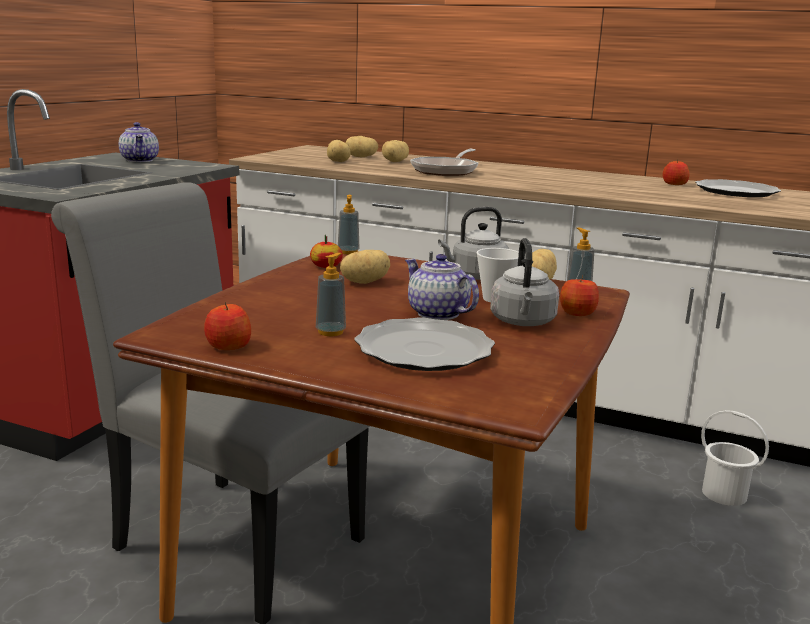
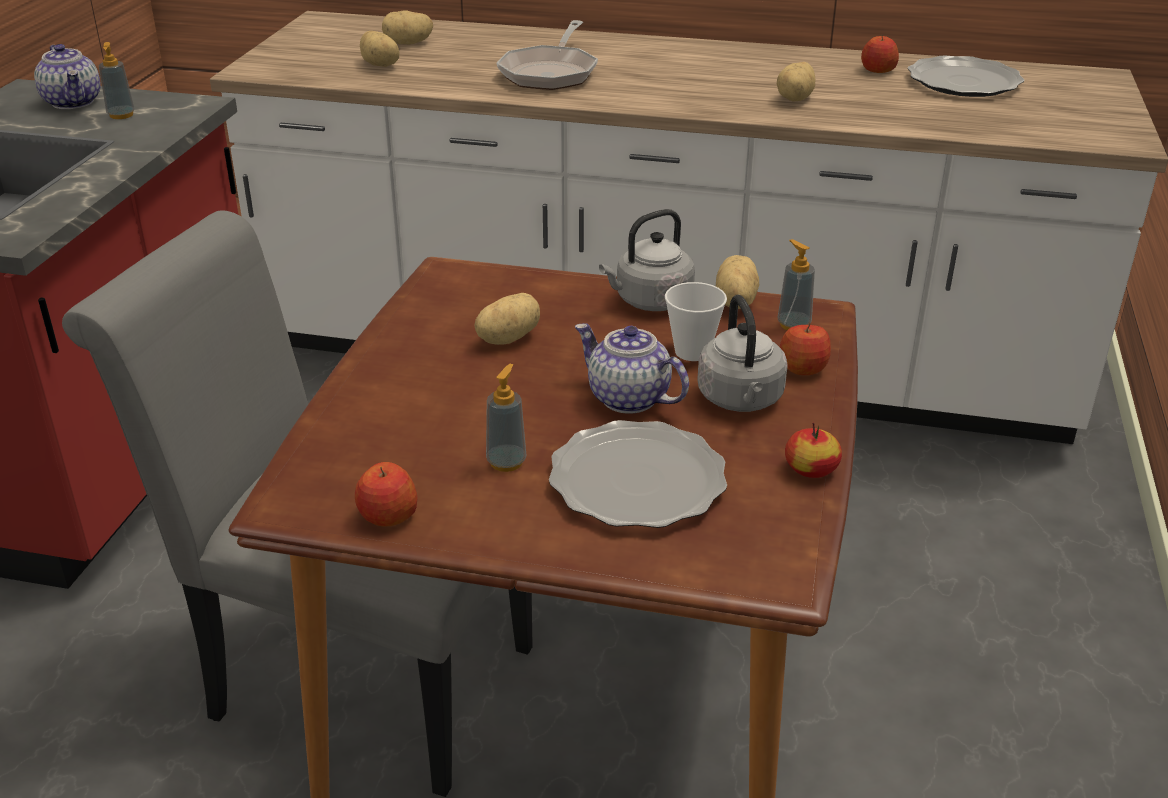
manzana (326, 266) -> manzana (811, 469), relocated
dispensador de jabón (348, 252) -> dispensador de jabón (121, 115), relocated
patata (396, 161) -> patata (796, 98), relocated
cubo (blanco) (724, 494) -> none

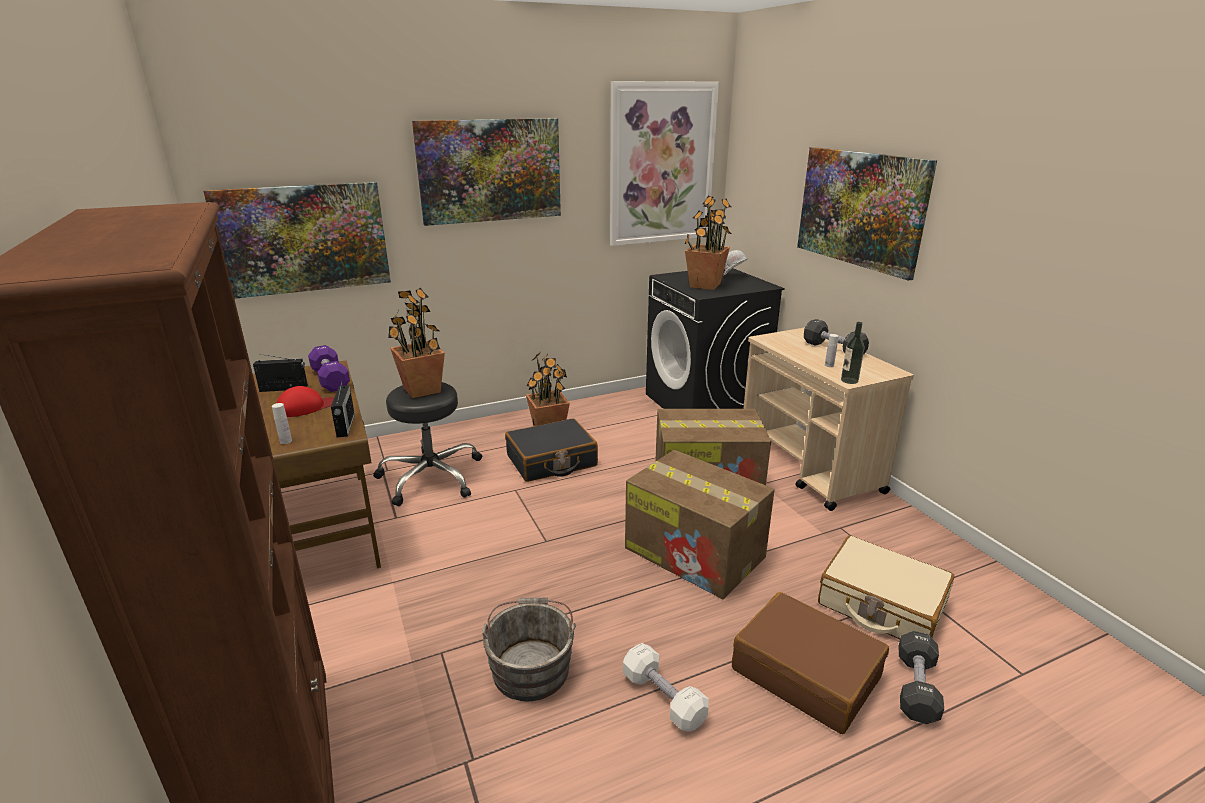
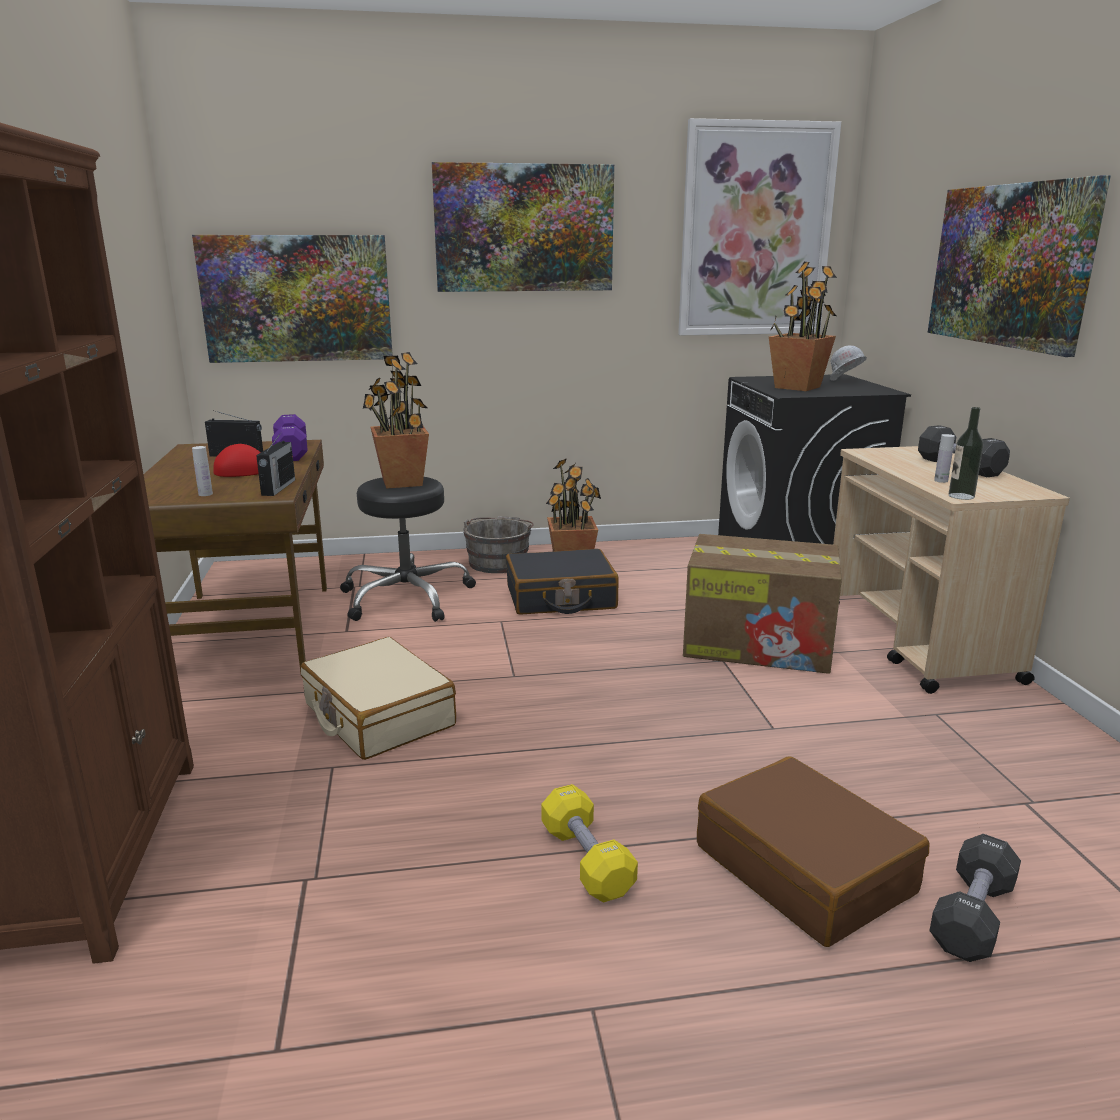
cubo (gris) (531, 666) -> cubo (gris) (499, 562), relocated
mancuerna (blanco) (663, 698) -> mancuerna (amarillo) (586, 860)
caja de cartón (696, 553) -> none
maleta (beis) (881, 604) -> maleta (beis) (378, 715), relocated

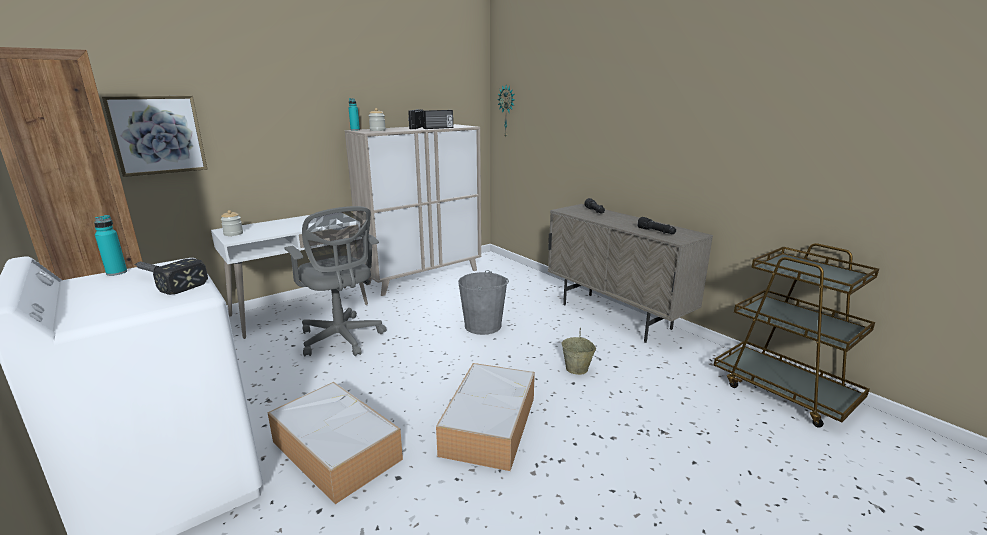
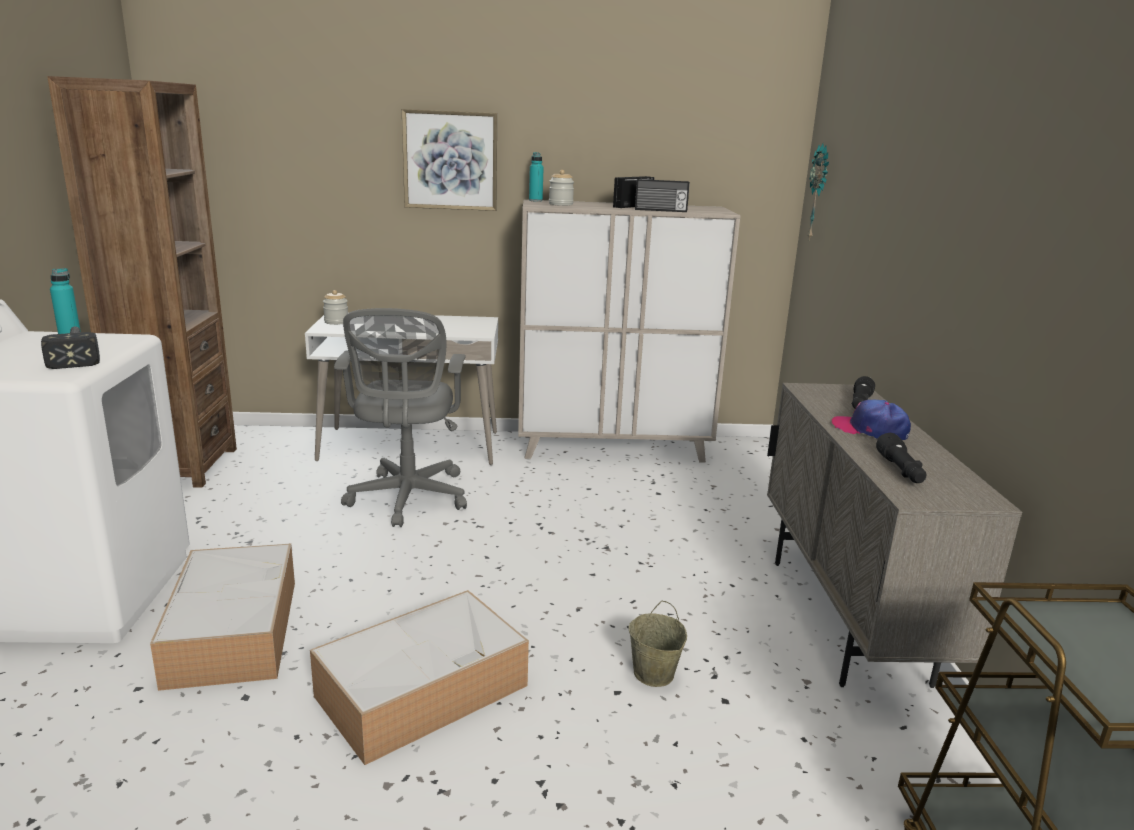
cuadro (157, 135) -> cuadro (450, 160), relocated
cubo (gris) (483, 326) -> none
none -> gorra (870, 430)

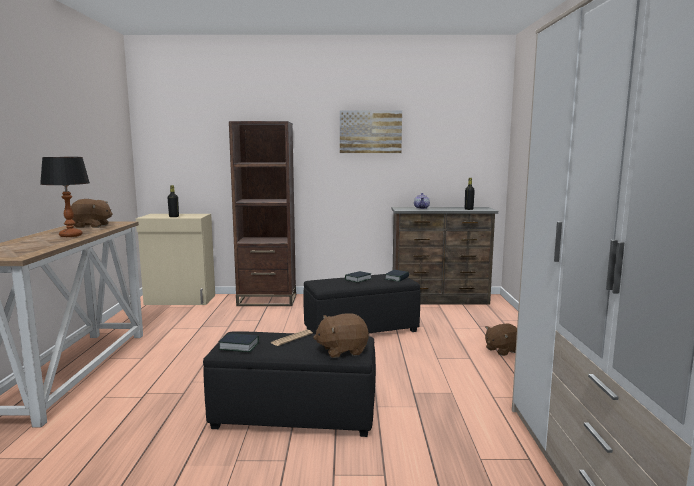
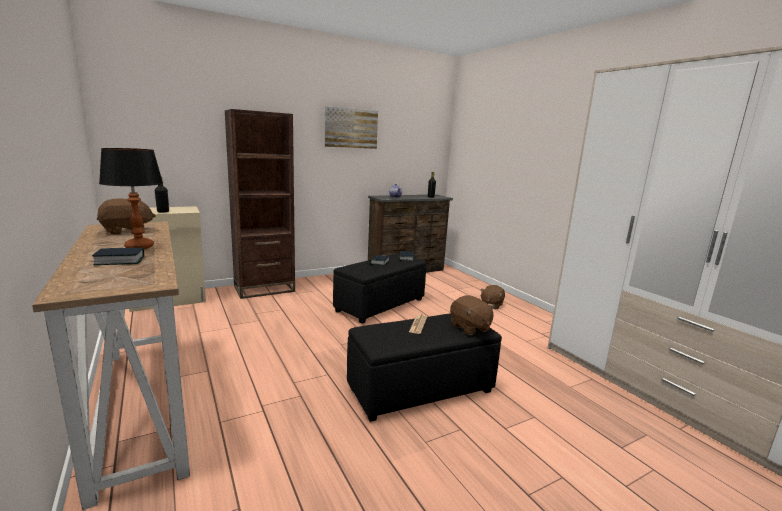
libro (239, 346) -> libro (120, 261), relocated
peluche (marrón) (342, 350) -> peluche (marrón) (470, 328), 75 degrees counterclockwise

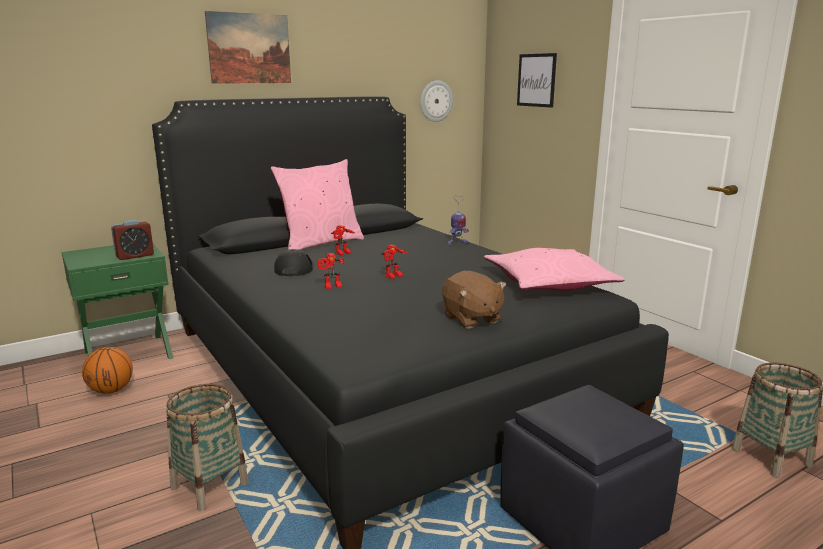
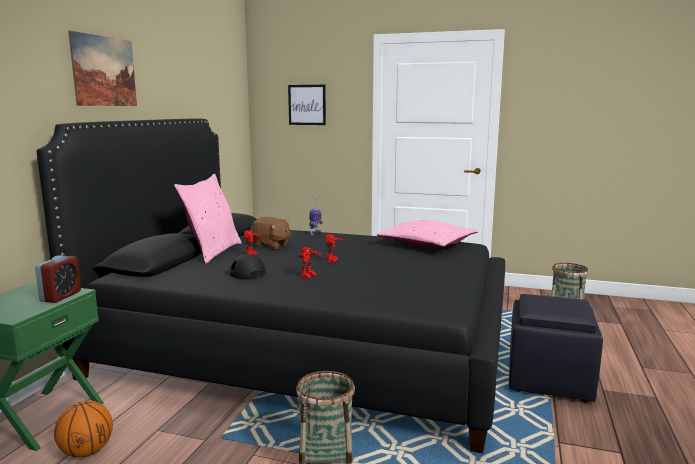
reloj de pared (436, 101) -> none
peluche (marrón) (471, 319) -> peluche (marrón) (271, 245), relocated

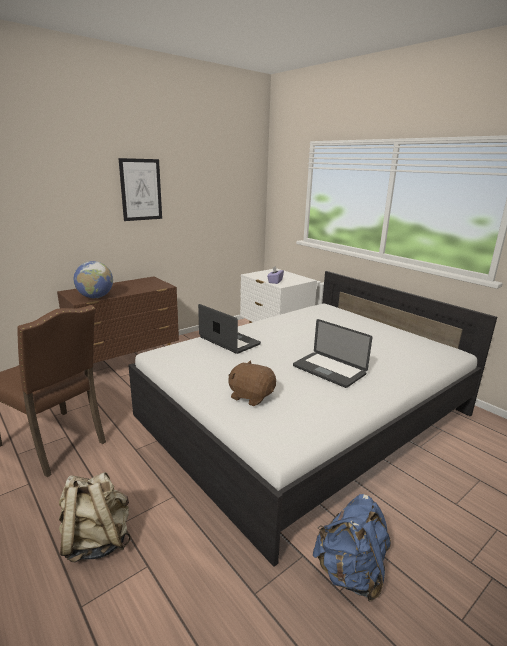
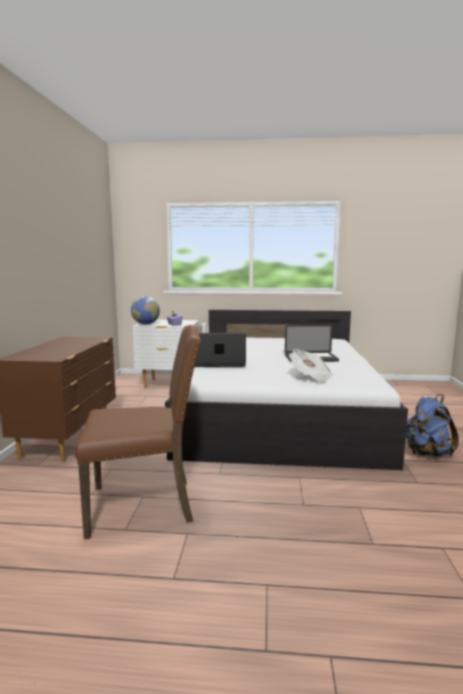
mochila (beis) (97, 540) -> none
globo terráqueo (95, 297) -> globo terráqueo (145, 324), relocated
cuadro (141, 190) -> none
peluche (marrón) (251, 396) -> periódico (311, 377)

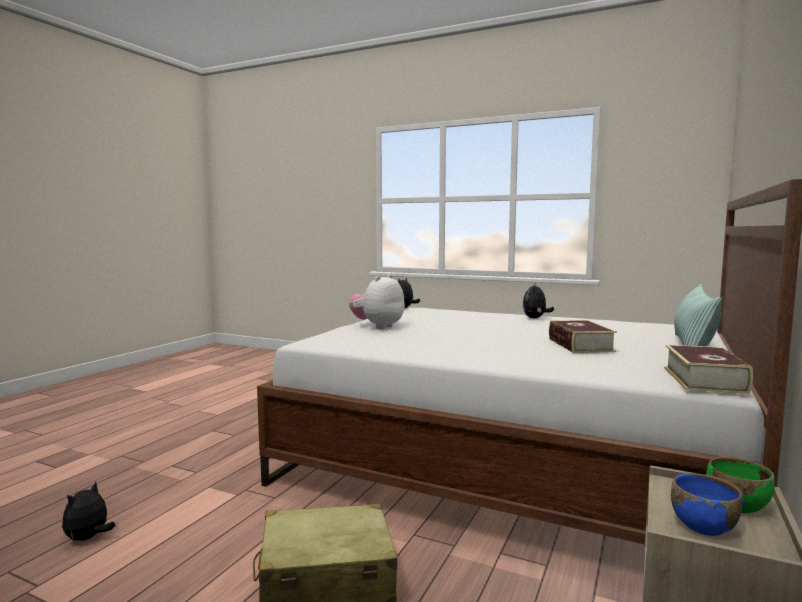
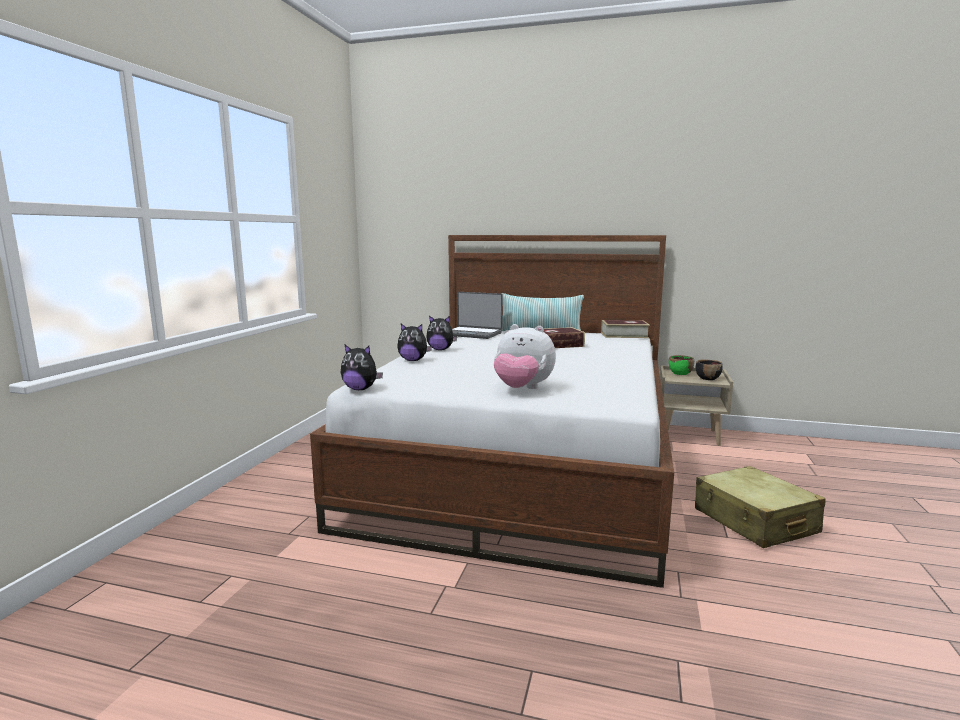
peluche (88, 538) -> peluche (413, 360), relocated
cuenco (azul) (703, 526) -> cuenco (negro) (707, 378)
none -> portátil (473, 334)

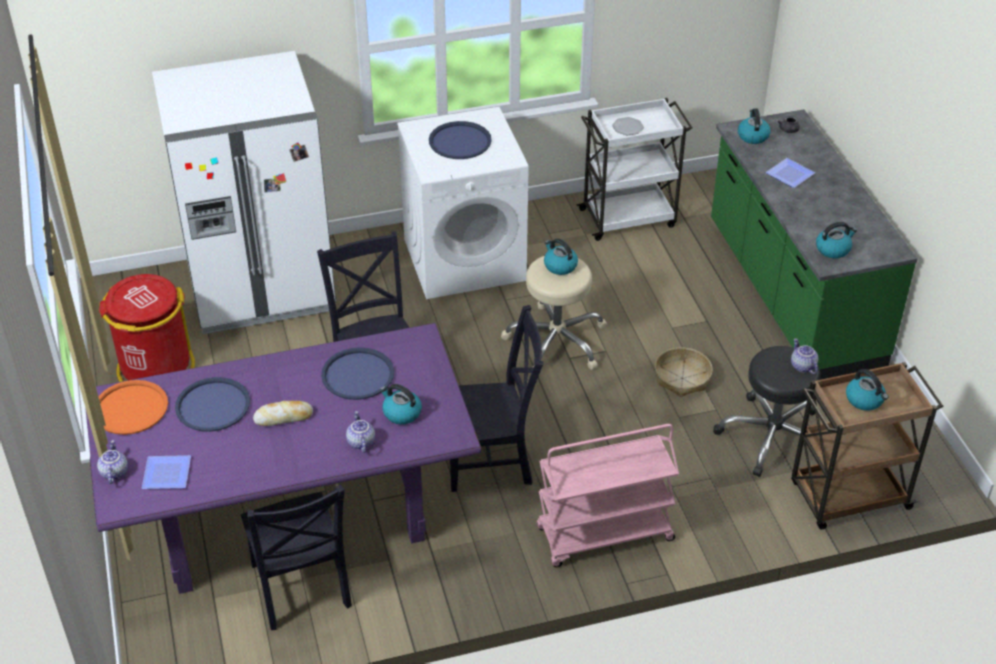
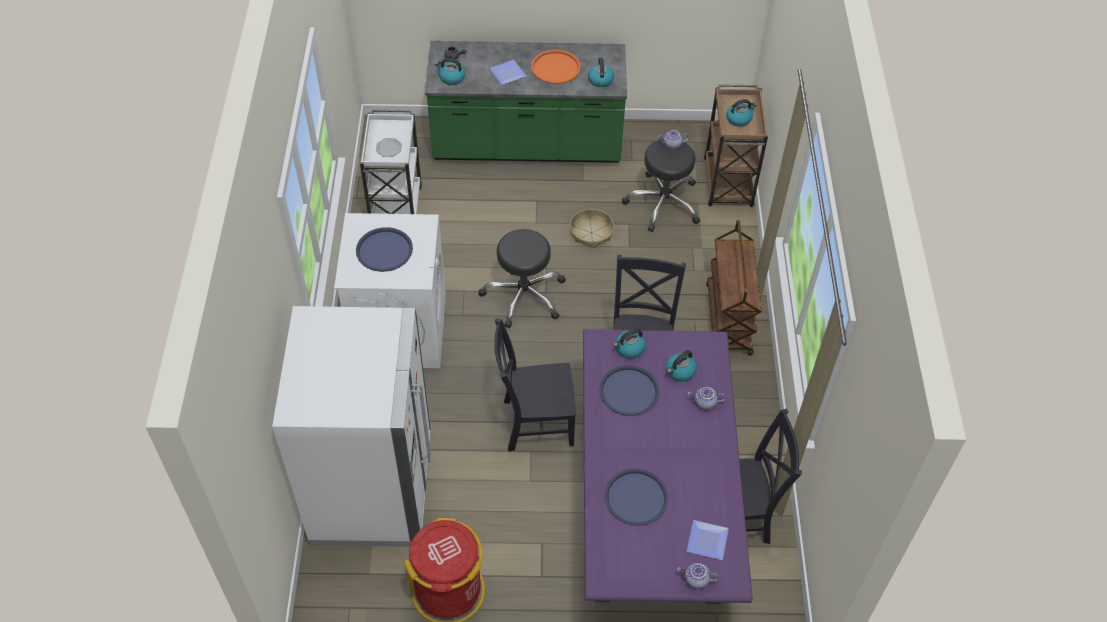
bandeja (naranja) (131, 408) -> bandeja (naranja) (555, 67), relocated
pan (283, 417) -> none
taburete (beis) (556, 341) -> taburete (negro) (524, 295)
carrito (rosa) (604, 535) -> carrito (marrón) (728, 320)
hervidor (559, 266) -> hervidor (629, 348), relocated

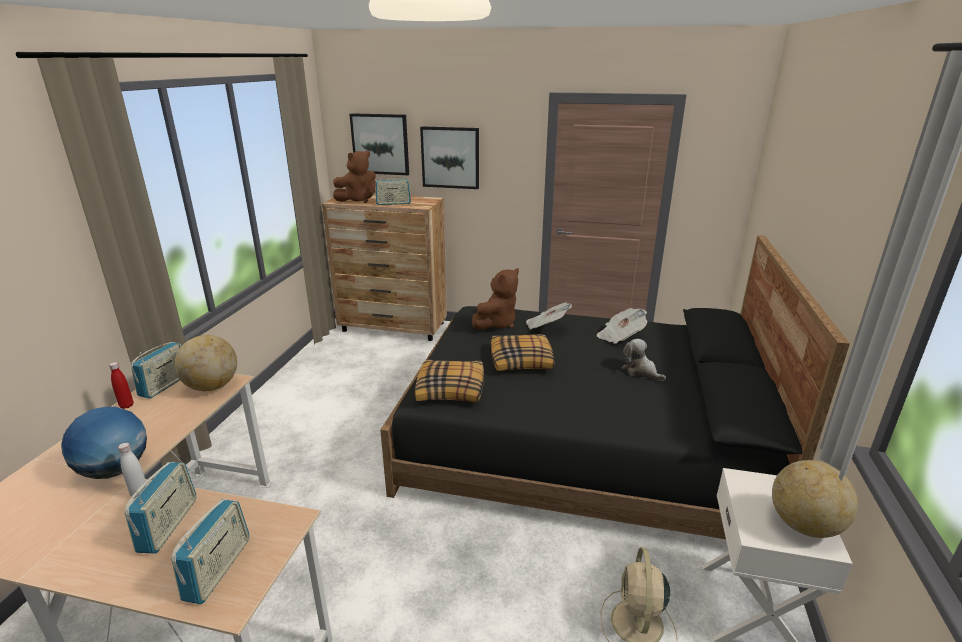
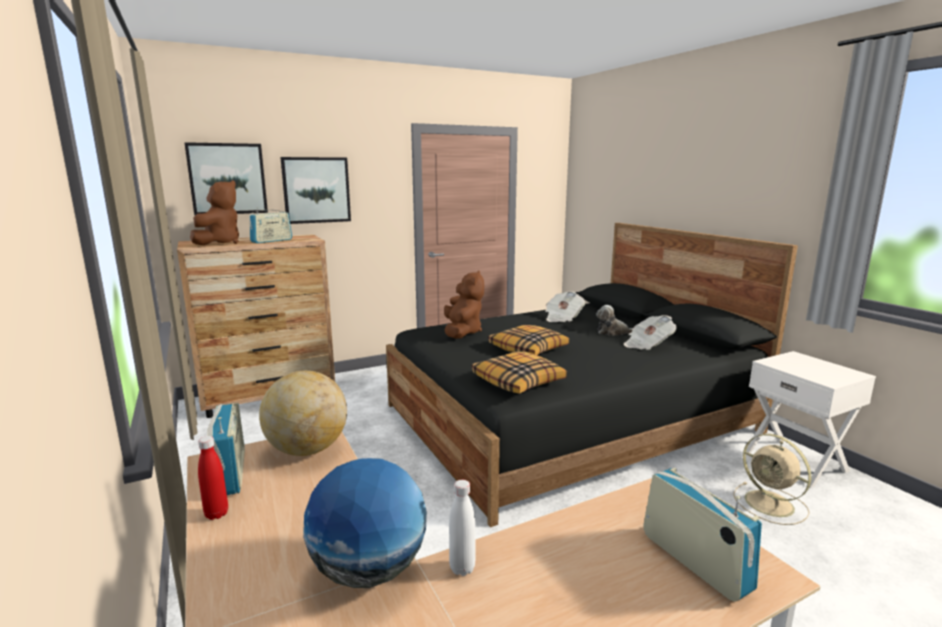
radio (168, 525) -> none
periódico (546, 326) -> periódico (647, 345), relocated
globo terráqueo (804, 526) -> none

